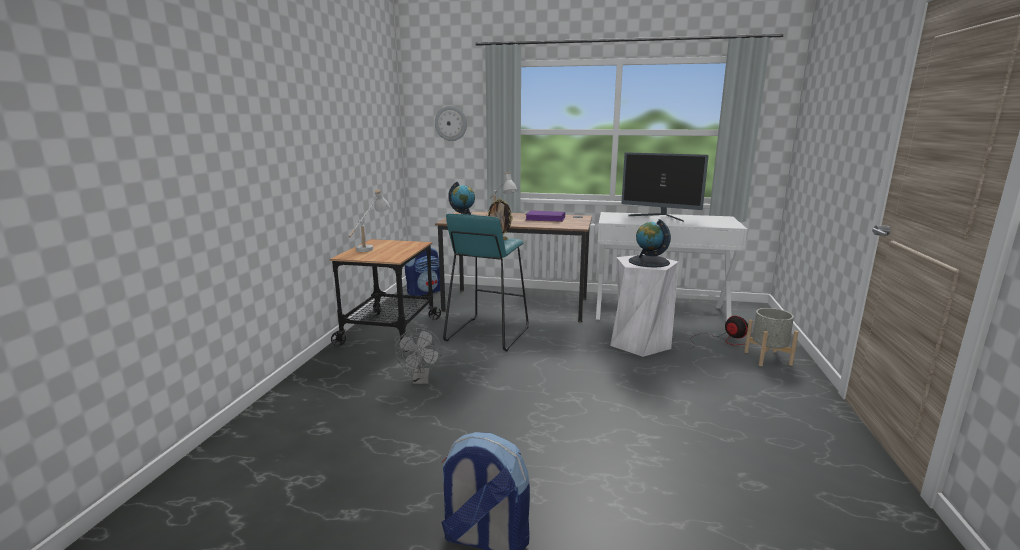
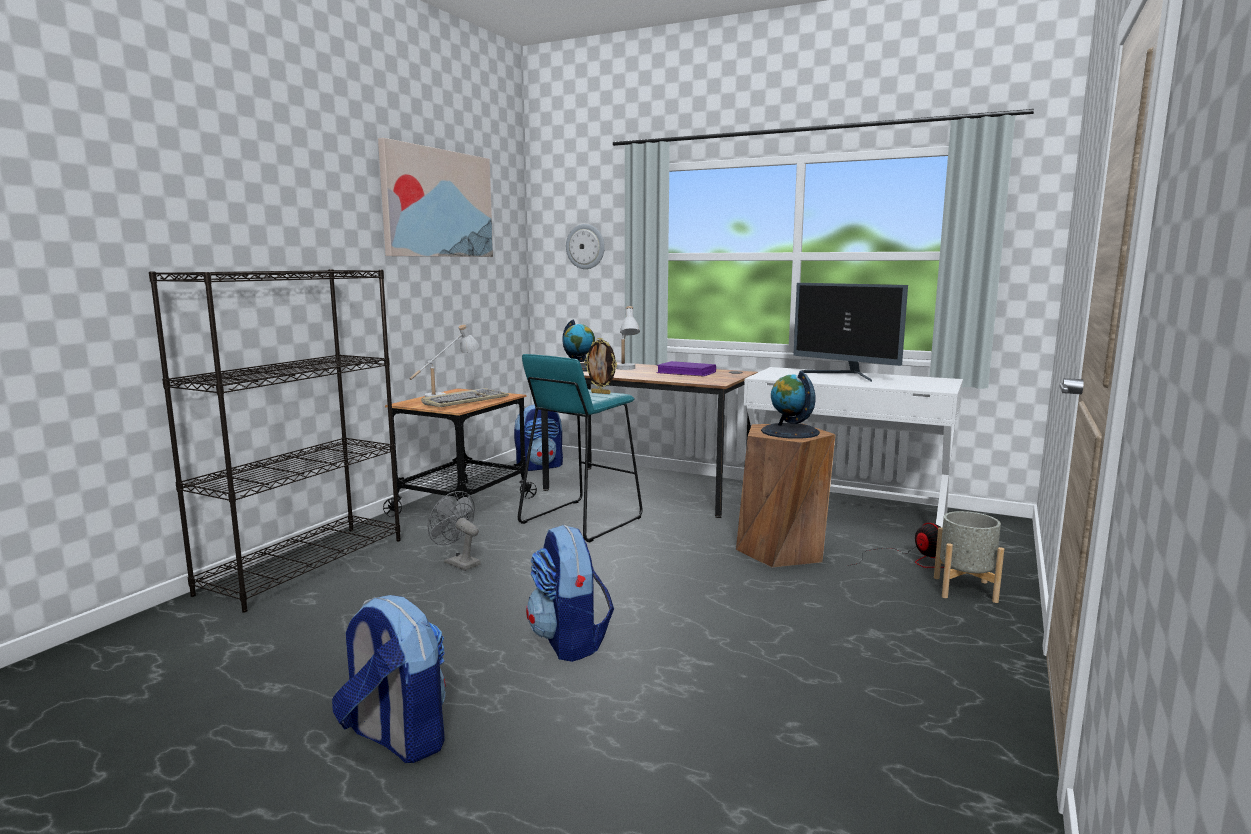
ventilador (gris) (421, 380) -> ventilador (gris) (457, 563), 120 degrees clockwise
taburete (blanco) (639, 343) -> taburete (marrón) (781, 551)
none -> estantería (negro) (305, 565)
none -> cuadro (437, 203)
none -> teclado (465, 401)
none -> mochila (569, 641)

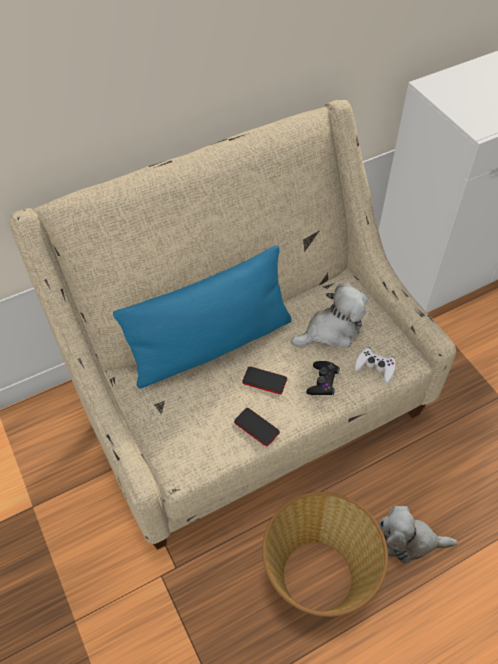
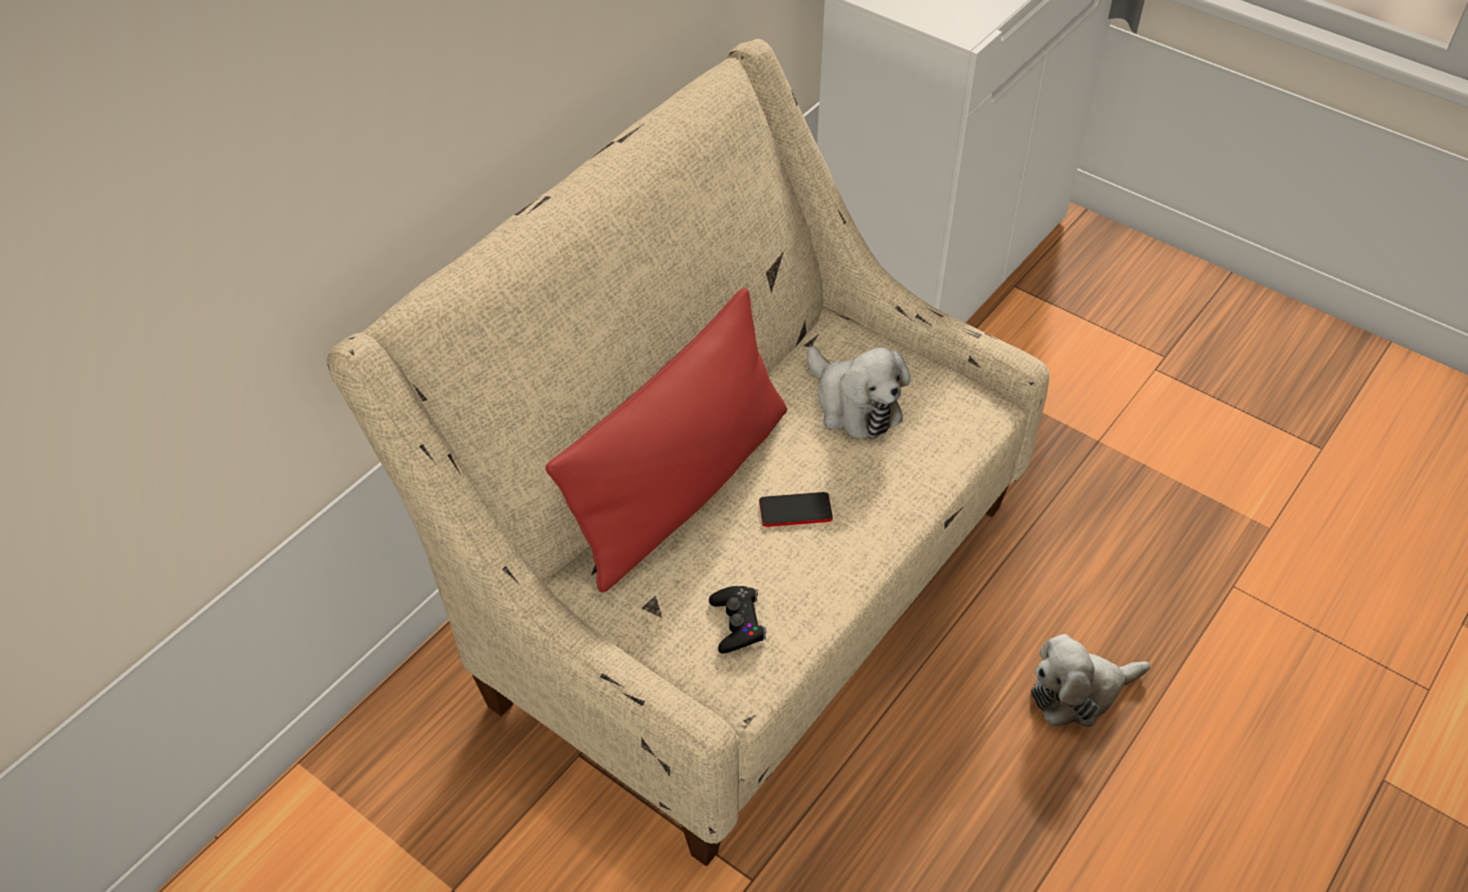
cojín (azul) (211, 345) -> cojín (rojo) (682, 487)
móvil (256, 427) -> none
cesta (318, 577) -> none
peluche (331, 330) -> peluche (854, 404), 105 degrees clockwise
mando de consola (negro) (322, 381) -> mando de consola (negro) (737, 623), relocated
mando de consola (blanco) (375, 367) -> none

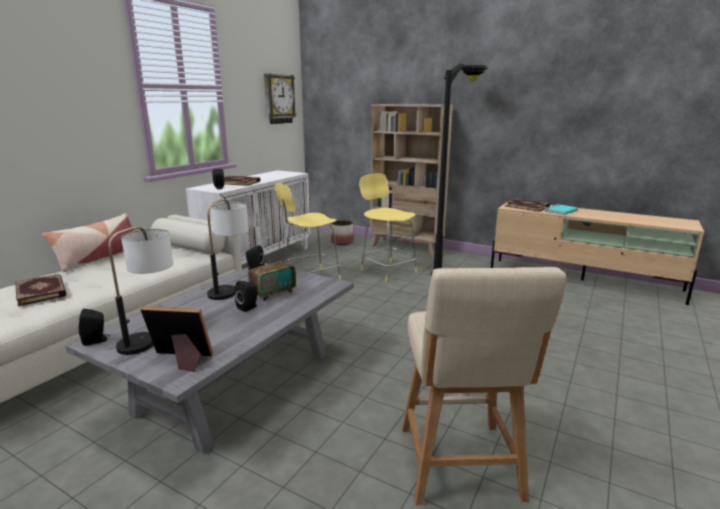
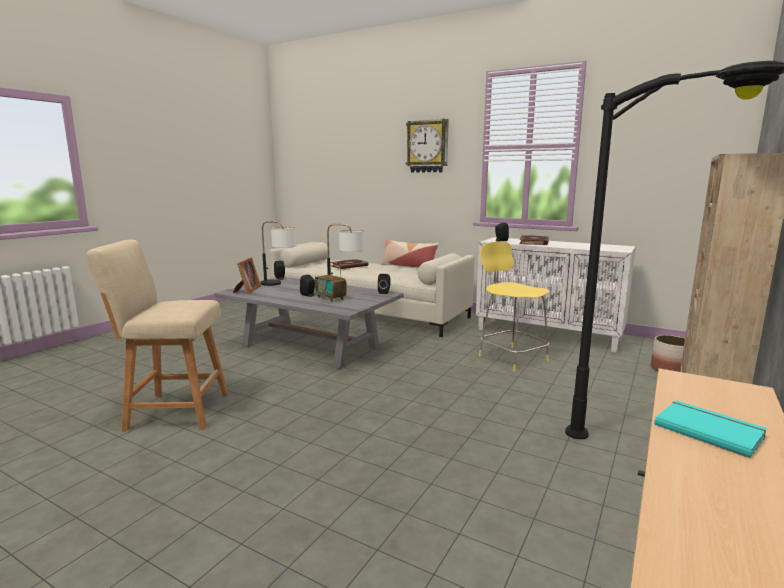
reloj de pared (278, 99) -> reloj de pared (427, 146), relocated
taburete (amarillo) (387, 270) -> none
libro (527, 206) -> none

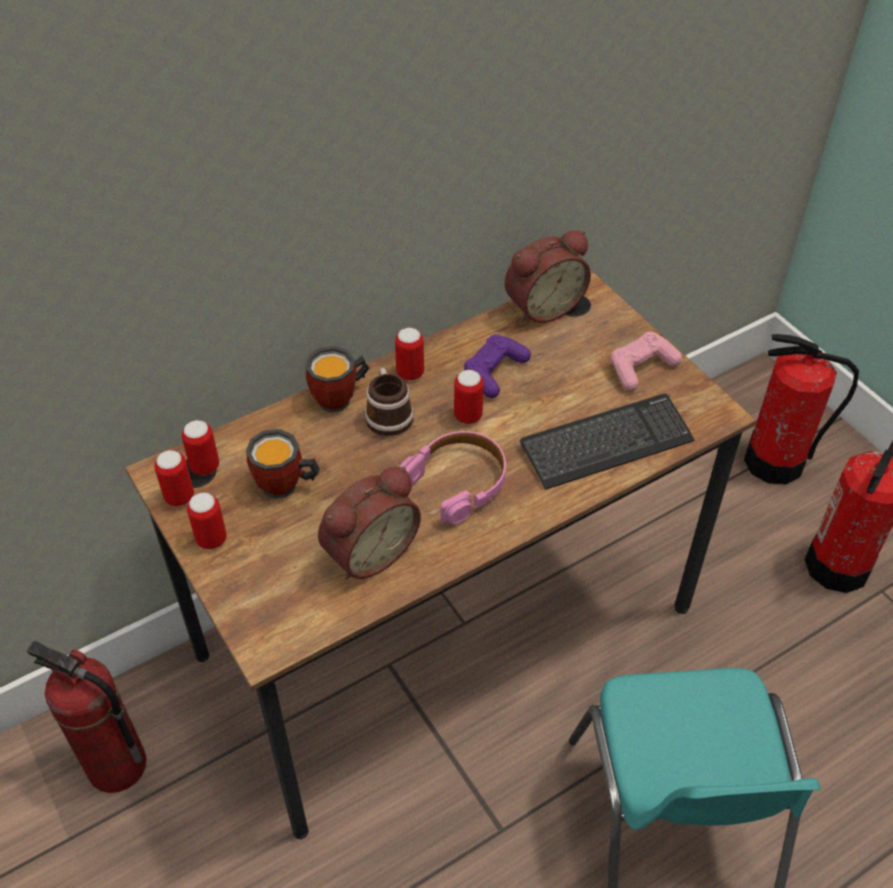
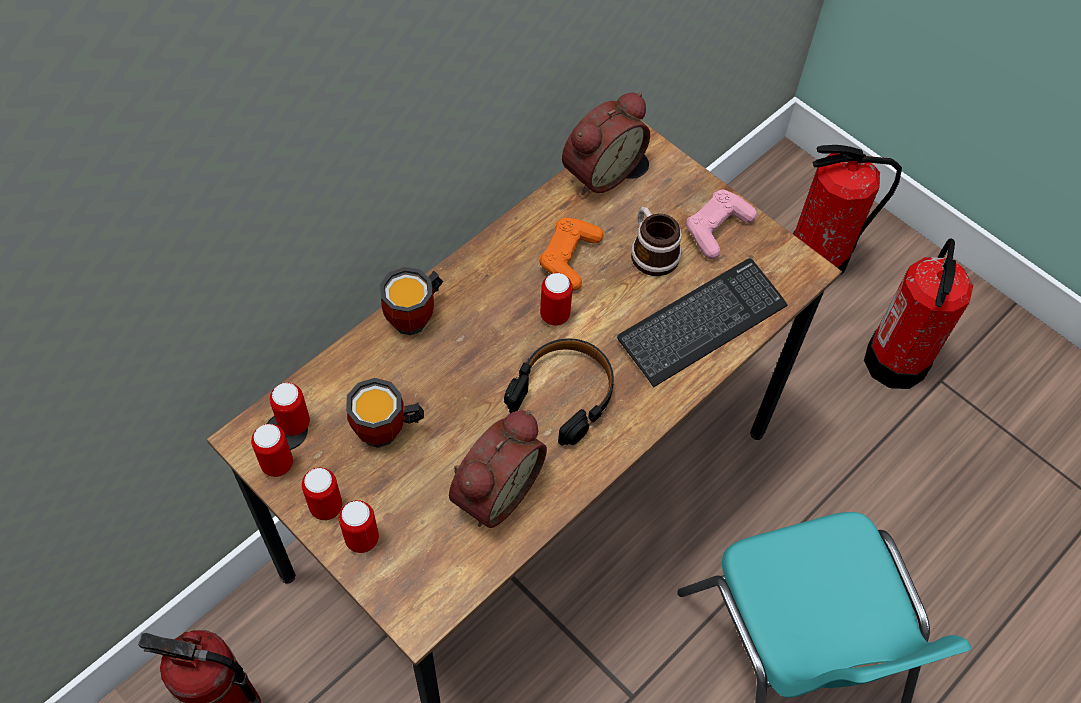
taza grande (388, 414) -> taza grande (651, 251), relocated
lata (410, 373) -> lata (362, 539), relocated
auriculares (rosa) (458, 482) -> auriculares (negro) (563, 394)
mando de consola (morado) (494, 372) -> mando de consola (naranja) (569, 258)

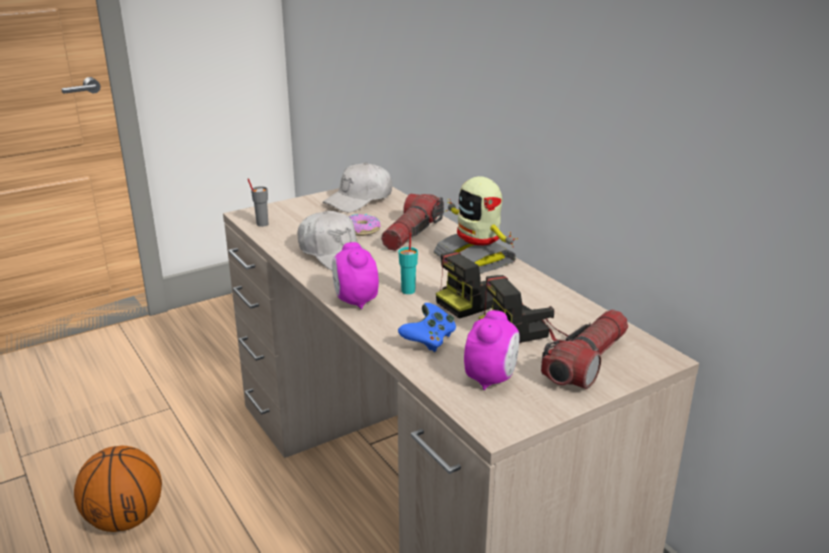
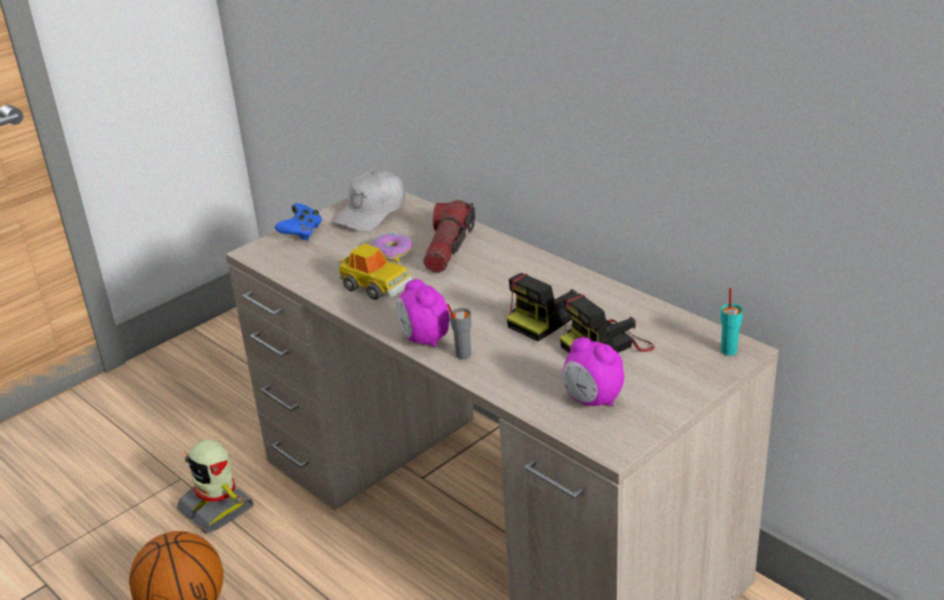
taza (gris) (262, 224) -> taza (gris) (462, 354), relocated
gorra (blanco) (334, 253) -> coche de juguete (376, 286)
taza (turquesa) (408, 290) -> taza (turquesa) (729, 350), relocated
mando de consola (azul) (429, 340) -> mando de consola (azul) (301, 233), relocated
robot de juguete (476, 259) -> robot de juguete (218, 507), relocated
despertador (491, 379) -> despertador (592, 400), 120 degrees clockwise
linterna (587, 362) -> none

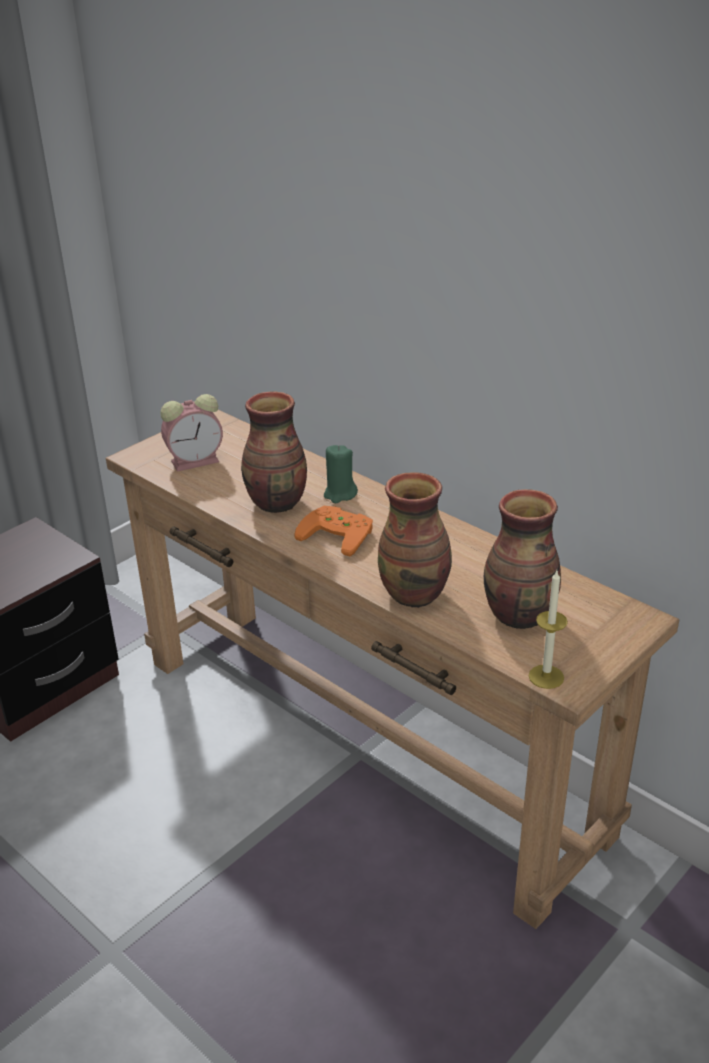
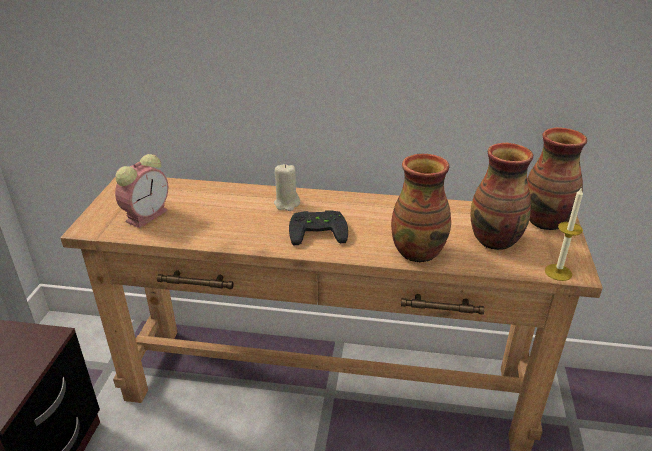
florero (278, 503) -> florero (546, 221), relocated
mando de consola (naranja) (339, 533) -> mando de consola (negro) (318, 230)
vela (verde) (340, 494) -> vela (beis) (287, 204)

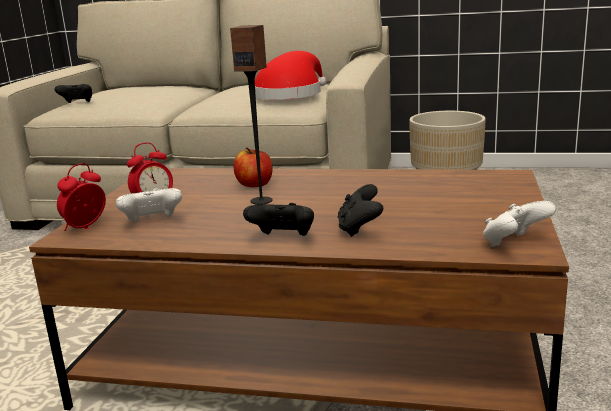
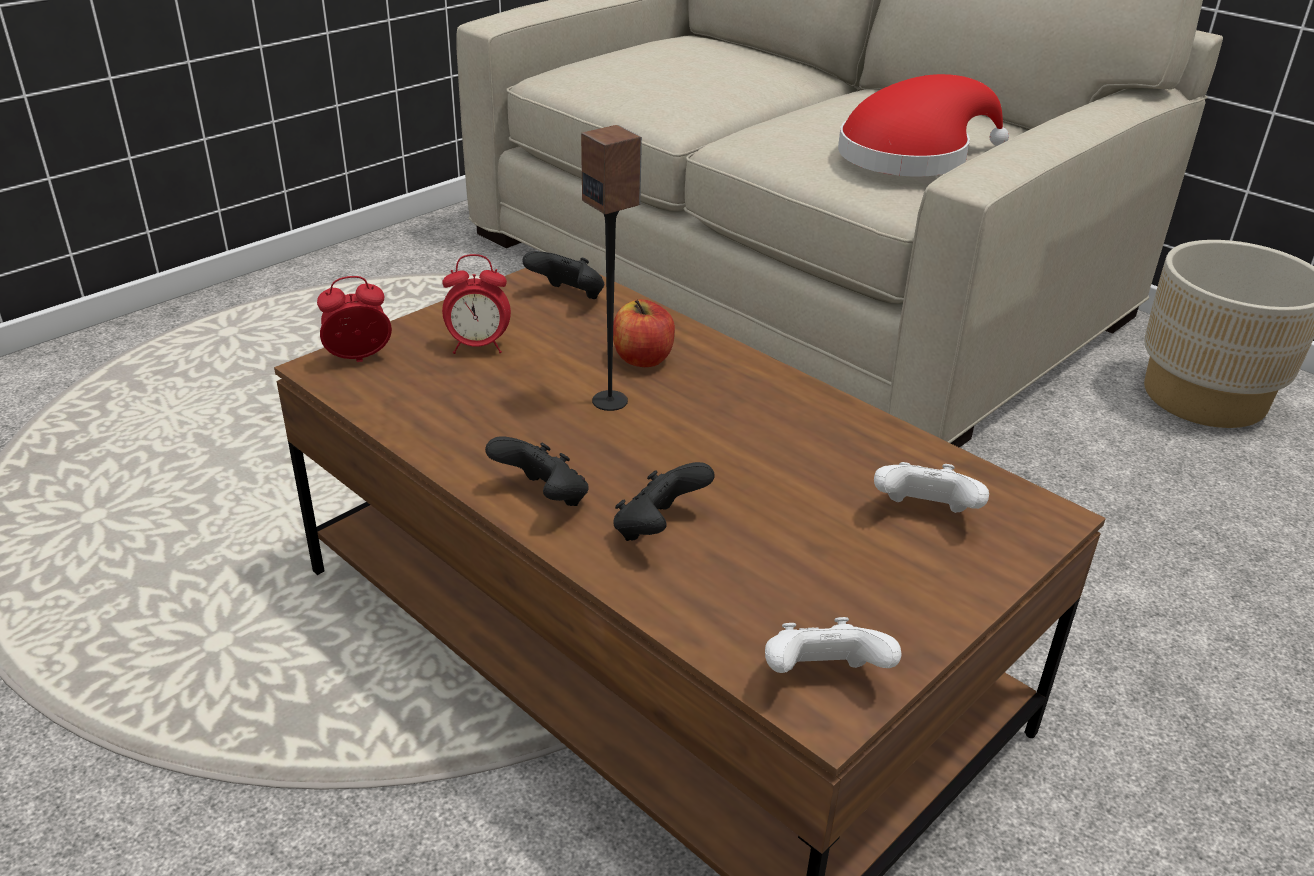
mando de consola (negro) (77, 103) -> mando de consola (negro) (568, 297), relocated
mando de consola (blanco) (152, 222) -> mando de consola (blanco) (924, 515), relocated

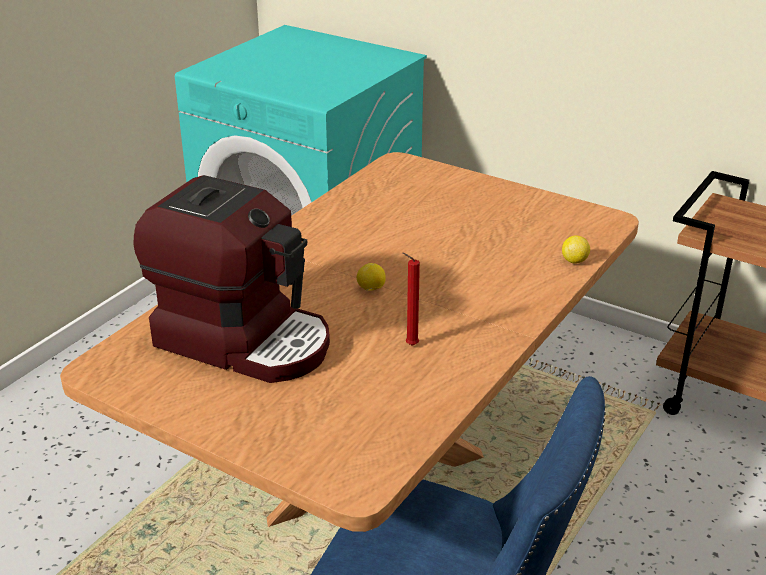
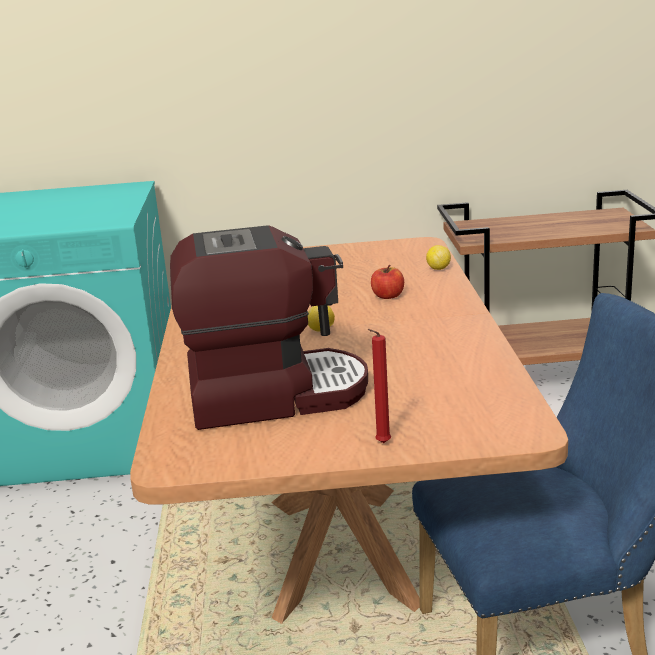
vela (rojo) (409, 345) -> vela (rojo) (381, 444), relocated
none -> manzana (388, 296)

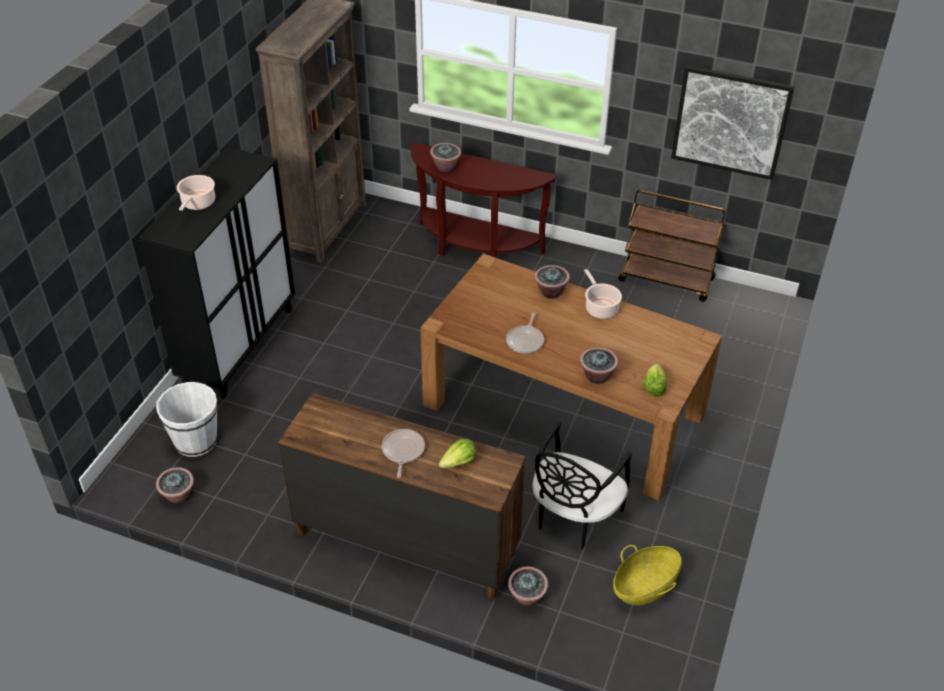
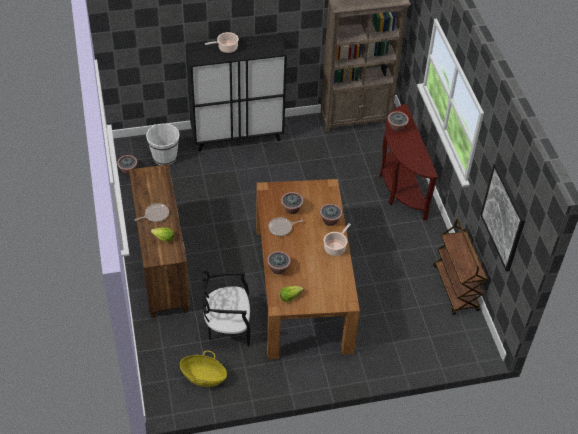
planta en maceta (527, 597) -> planta en maceta (291, 209), relocated

